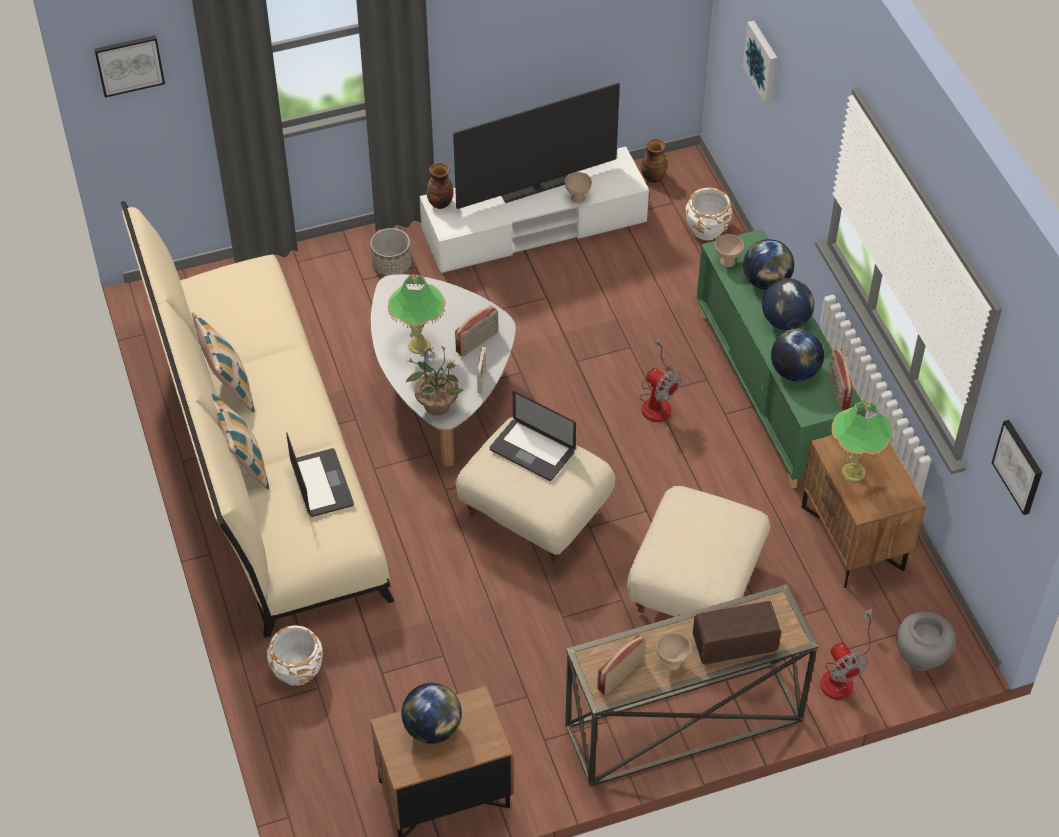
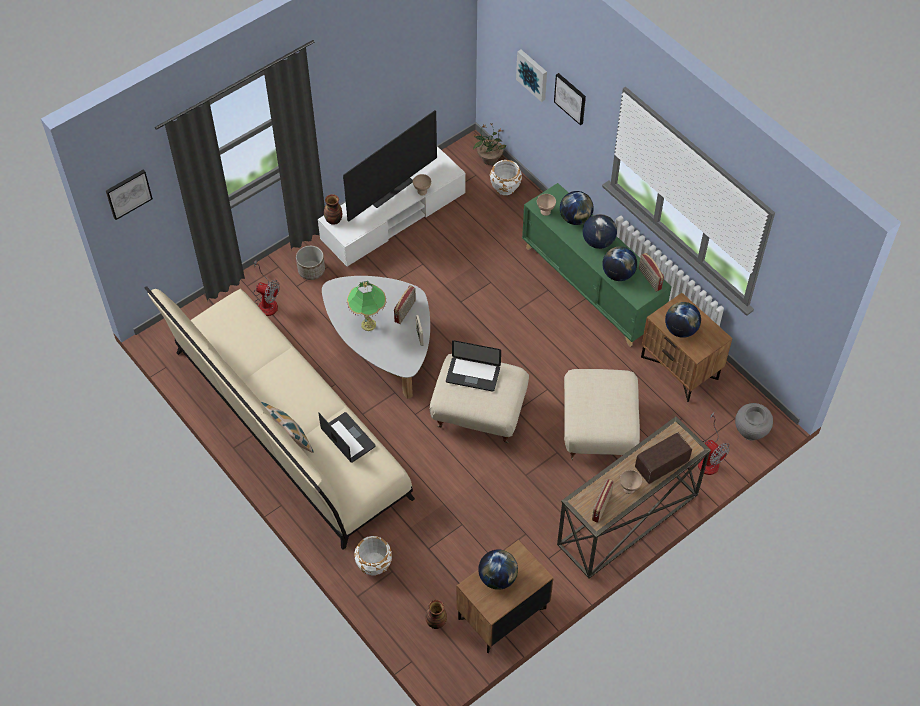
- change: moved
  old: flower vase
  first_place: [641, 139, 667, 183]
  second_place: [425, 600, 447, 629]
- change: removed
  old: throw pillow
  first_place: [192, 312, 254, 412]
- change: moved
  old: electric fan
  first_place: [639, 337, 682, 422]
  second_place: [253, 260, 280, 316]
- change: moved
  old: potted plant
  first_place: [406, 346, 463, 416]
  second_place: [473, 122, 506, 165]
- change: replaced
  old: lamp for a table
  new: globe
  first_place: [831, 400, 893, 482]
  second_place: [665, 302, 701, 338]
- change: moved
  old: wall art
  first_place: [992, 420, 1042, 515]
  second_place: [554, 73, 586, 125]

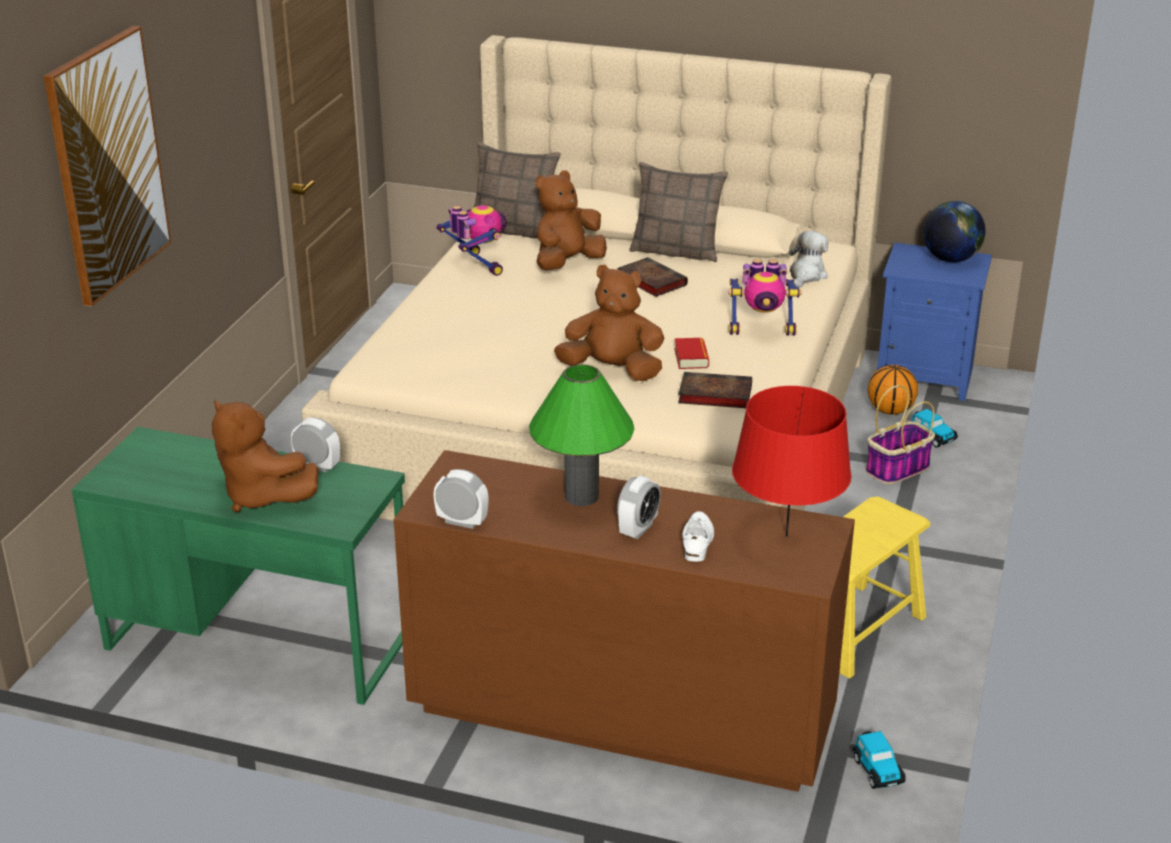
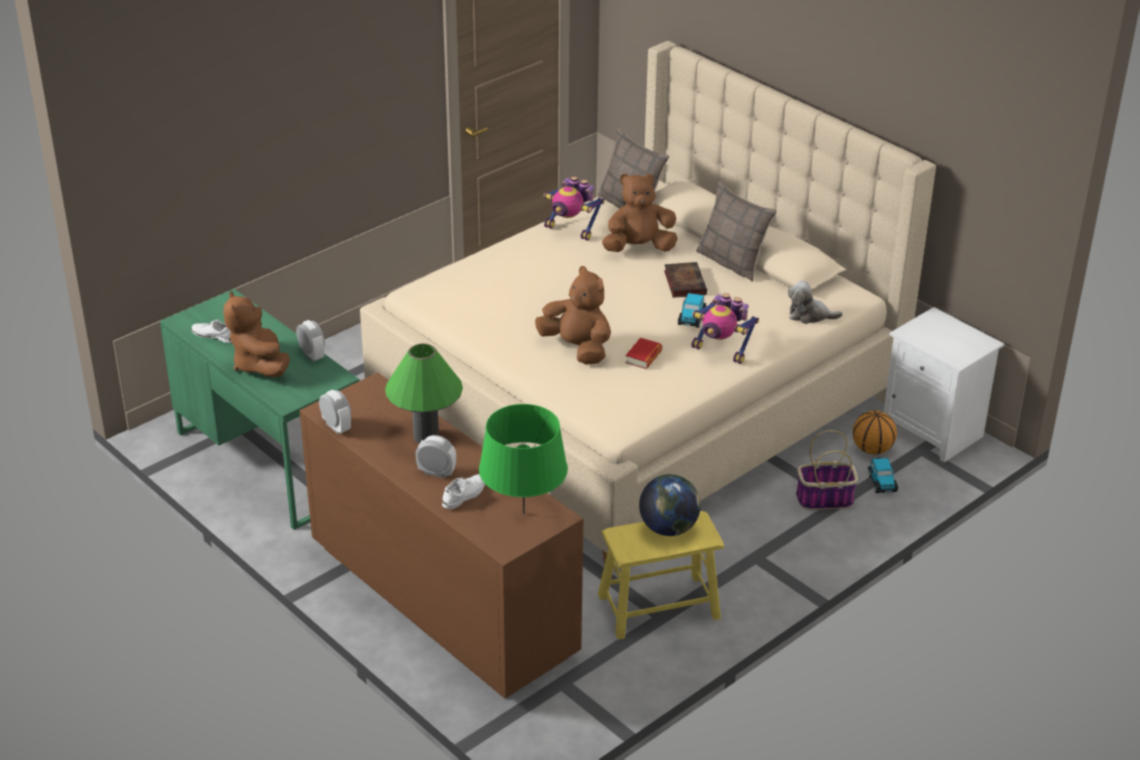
- change: removed
  old: wall art
  first_place: [44, 26, 171, 307]
- change: moved
  old: globe
  first_place: [923, 201, 985, 262]
  second_place: [639, 474, 701, 536]
- change: turned
  old: robot figure
  first_place: [437, 205, 507, 276]
  second_place: [544, 176, 605, 241]
  degrees: 120
- change: turned
  old: plush toy
  first_place: [789, 231, 828, 288]
  second_place: [788, 280, 843, 324]
  degrees: -135
- change: recoloured
  old: bedside table (blue)
  new: bedside table (whitish)
  first_place: [877, 243, 992, 401]
  second_place: [884, 307, 1004, 462]
- change: removed
  old: book
  first_place: [678, 372, 752, 408]
- change: recoloured
  old: lamp for a table (red-coloured)
  new: lamp for a table (greenish)
  first_place: [732, 386, 851, 538]
  second_place: [479, 404, 568, 514]
- change: turned
  old: bedside clock
  first_place: [617, 476, 661, 539]
  second_place: [416, 435, 456, 478]
  degrees: -135
- change: moved
  old: toy car
  first_place: [852, 731, 906, 789]
  second_place: [678, 293, 706, 328]
- change: added
  new: item of footwear (whitish)
  second_place: [191, 320, 232, 343]

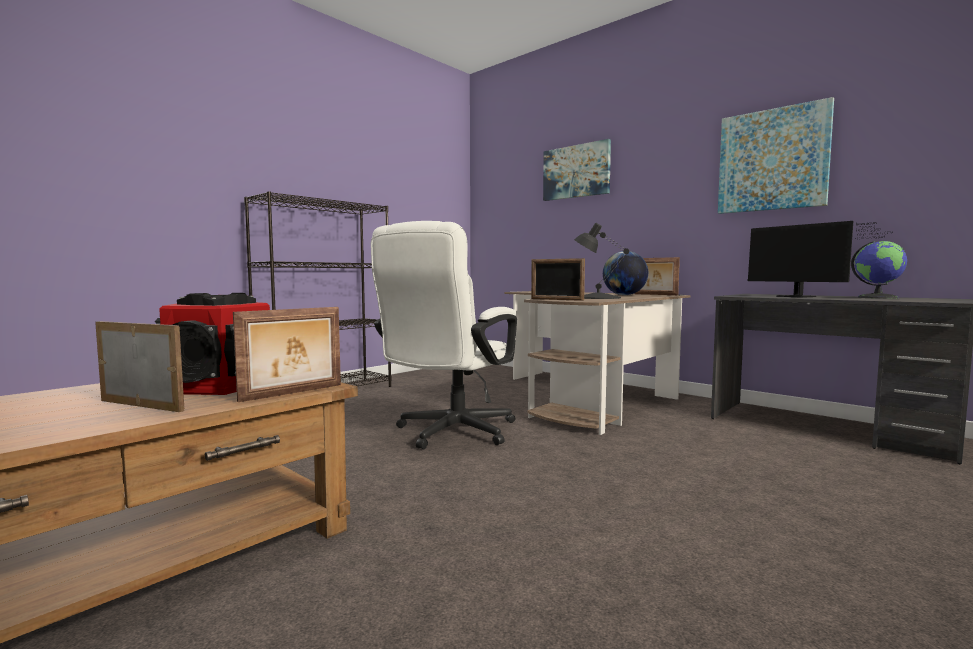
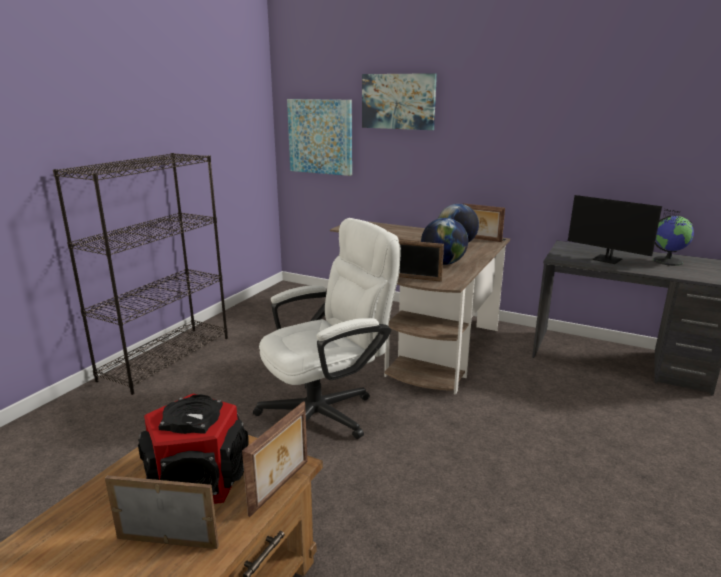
- change: moved
  old: wall art
  first_place: [718, 97, 834, 214]
  second_place: [287, 99, 352, 176]
- change: turned
  old: office chair (whitish)
  first_place: [371, 221, 517, 449]
  second_place: [253, 218, 401, 439]
  degrees: -135
- change: replaced
  old: lamp for a table (black)
  new: globe
  first_place: [574, 223, 629, 299]
  second_place: [421, 218, 468, 265]

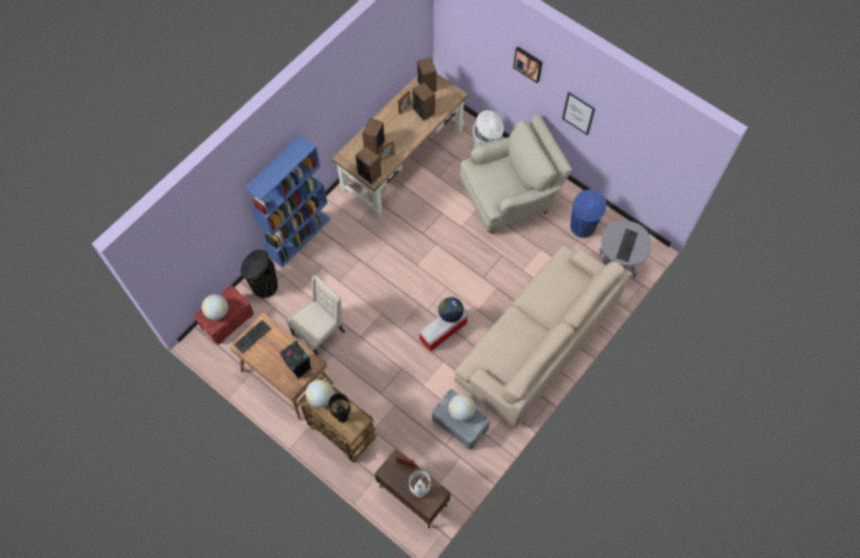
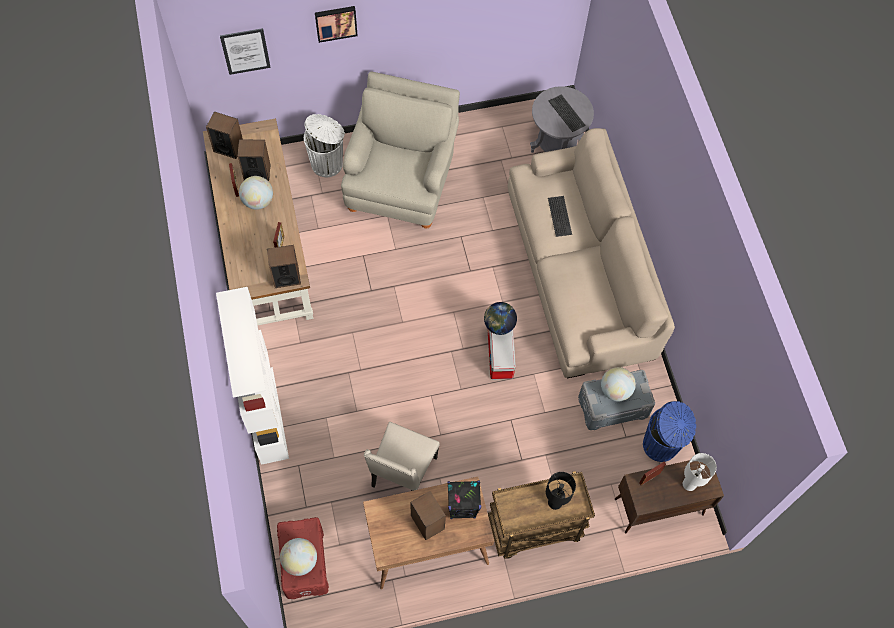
- change: moved
  old: wall art
  first_place: [562, 91, 596, 135]
  second_place: [220, 28, 271, 75]
- change: moved
  old: loudspeaker
  first_place: [362, 118, 385, 155]
  second_place: [410, 491, 446, 540]
- change: recoloured
  old: bookcase (blue)
  new: bookcase (whitish)
  first_place: [244, 135, 331, 268]
  second_place: [216, 287, 289, 465]
- change: moved
  old: trash can (blue)
  first_place: [570, 189, 607, 238]
  second_place: [643, 401, 696, 462]
- change: removed
  old: trash can (black)
  first_place: [241, 249, 278, 298]
- change: turned
  old: upright chair (beige-coloured)
  first_place: [286, 275, 345, 356]
  second_place: [364, 422, 440, 491]
  degrees: -150
- change: moved
  old: computer keyboard
  first_place: [234, 320, 271, 354]
  second_place: [548, 196, 572, 237]
- change: moved
  old: globe
  first_place: [306, 379, 334, 408]
  second_place: [239, 176, 273, 210]

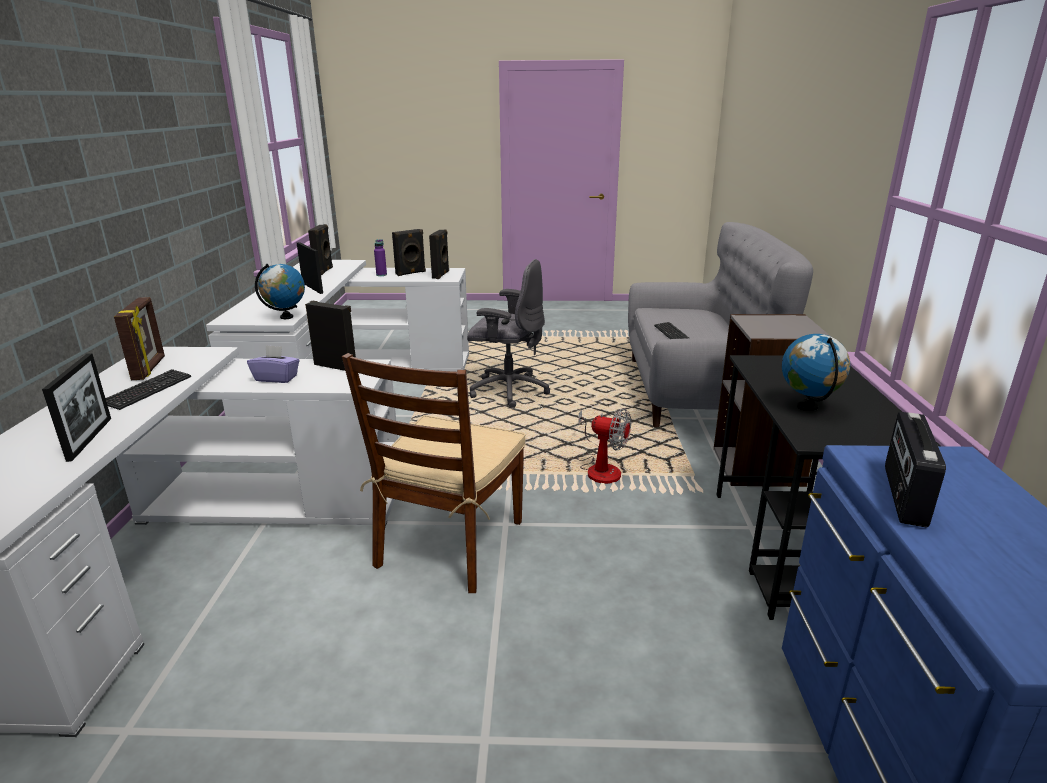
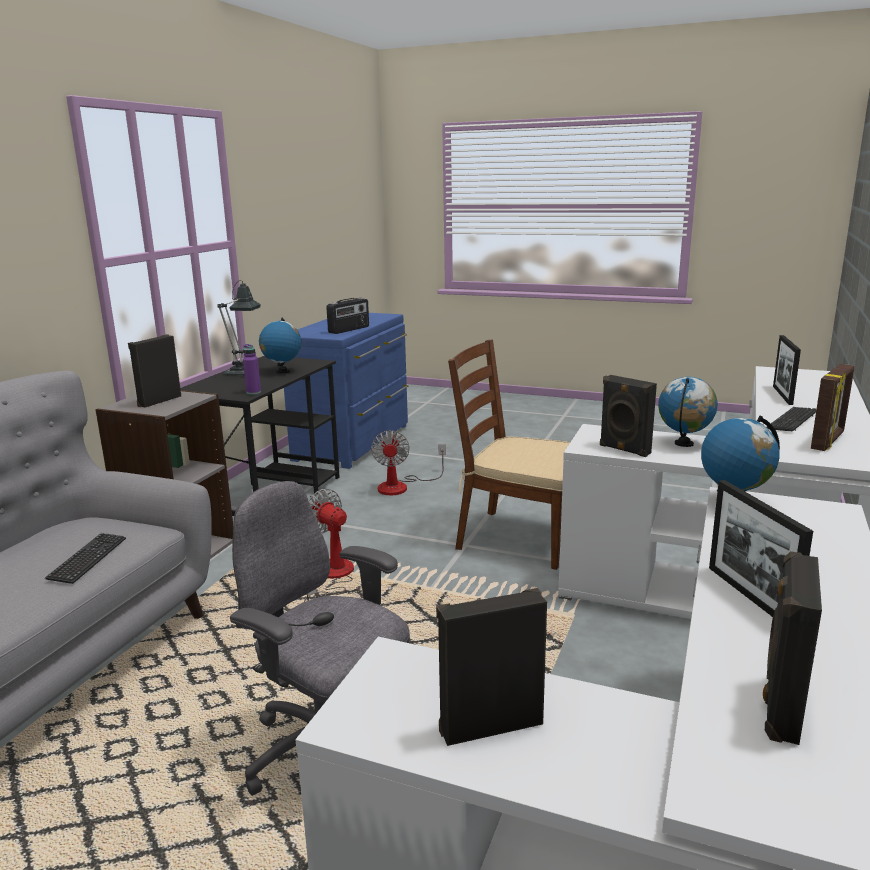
- change: moved
  old: loudspeaker (black)
  first_place: [429, 229, 449, 279]
  second_place: [128, 334, 181, 407]
- change: moved
  old: beverage bottle (purplish)
  first_place: [374, 239, 387, 276]
  second_place: [243, 344, 261, 395]
- change: turned
  old: photo frame
  first_place: [114, 297, 165, 380]
  second_place: [811, 364, 854, 451]
  degrees: -150
- change: replaced
  old: tissue box (purplish)
  new: globe
  first_place: [247, 345, 300, 383]
  second_place: [658, 377, 718, 447]
- change: turned
  old: upright chair (brown-coloured)
  first_place: [342, 353, 526, 593]
  second_place: [448, 340, 570, 570]
  degrees: -105
- change: added
  new: lamp for a table
  second_place: [217, 280, 261, 376]
- change: added
  new: electric fan
  second_place: [371, 430, 446, 495]

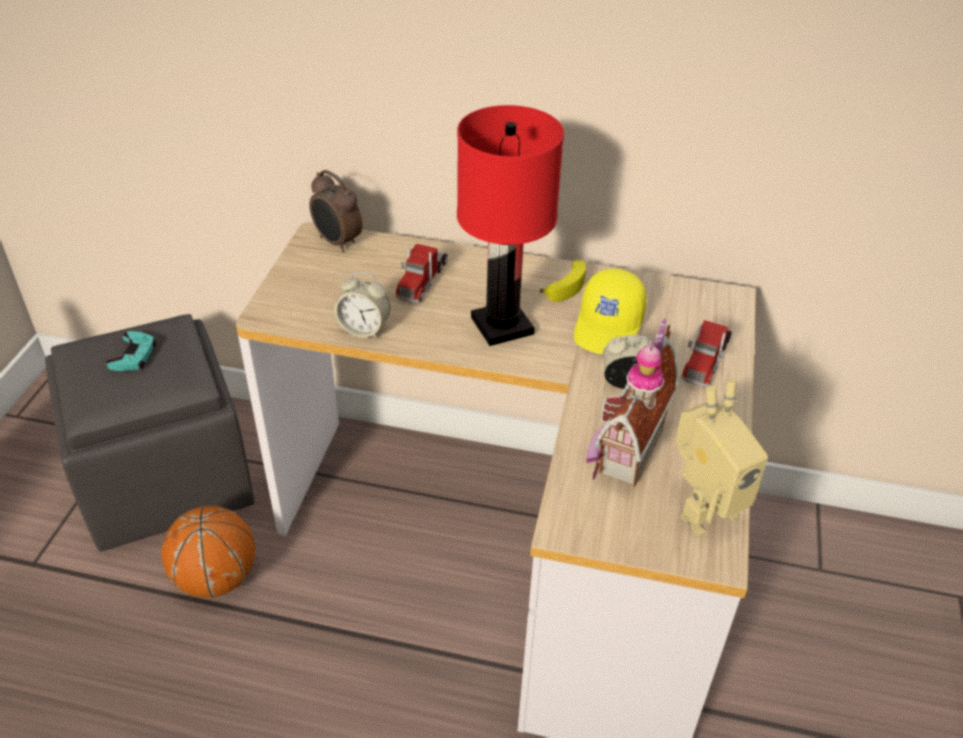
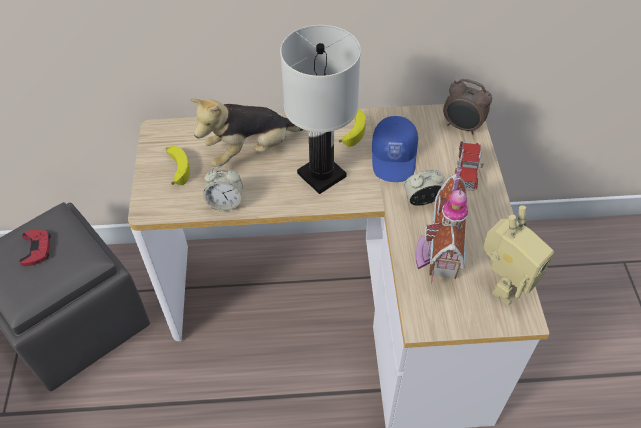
- change: recoloured
  old: lamp for a table (red-coloured)
  new: lamp for a table (whitish)
  first_place: [457, 105, 564, 346]
  second_place: [280, 25, 361, 194]
- change: moved
  old: bedside clock
  first_place: [309, 170, 362, 252]
  second_place: [443, 79, 492, 135]
- change: replaced
  old: toy truck
  new: plush toy
  first_place: [396, 244, 448, 303]
  second_place: [190, 99, 304, 168]
- change: recoloured
  old: cap (yellow-coloured)
  new: cap (blue)
  first_place: [574, 269, 647, 354]
  second_place: [372, 116, 418, 182]
- change: recoloured
  old: game controller (blue-green)
  new: game controller (red-coloured)
  first_place: [106, 331, 156, 371]
  second_place: [19, 230, 51, 266]
- change: removed
  old: basketball
  first_place: [161, 506, 256, 598]
- change: added
  new: whole banana
  second_place: [165, 146, 190, 185]

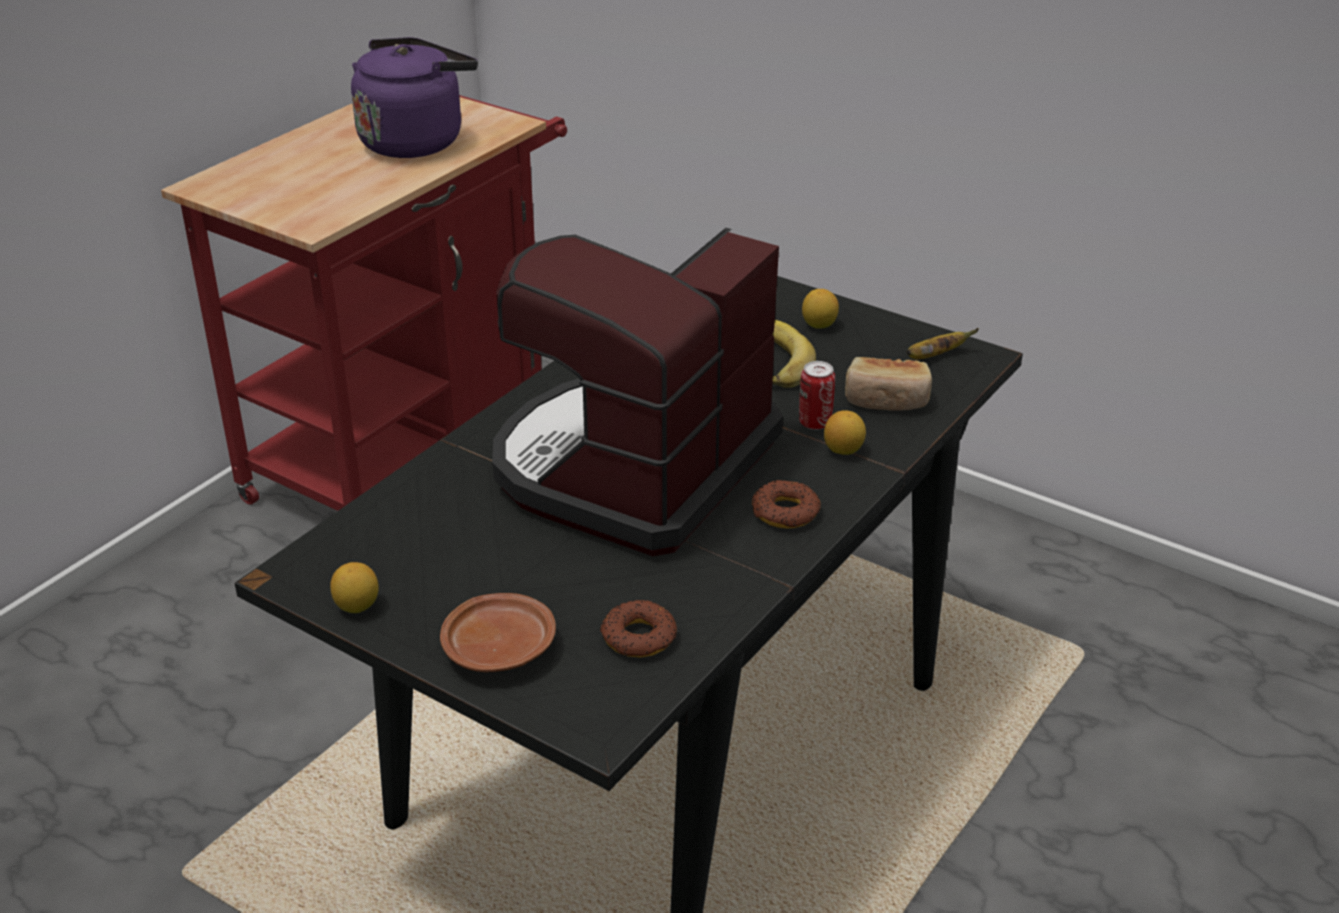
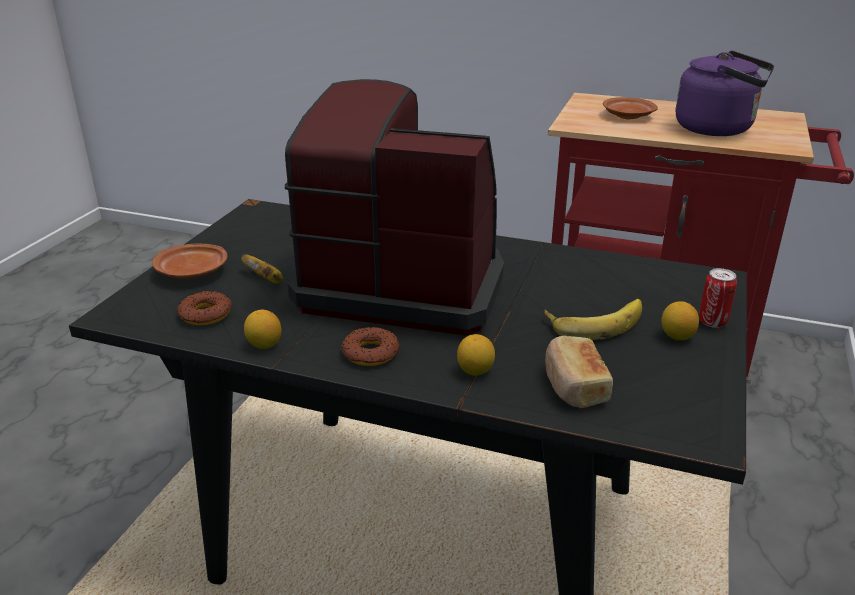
- change: moved
  old: whole banana
  first_place: [907, 328, 979, 359]
  second_place: [241, 254, 283, 284]
- change: moved
  old: metal can
  first_place: [799, 361, 835, 430]
  second_place: [699, 268, 737, 328]
- change: moved
  old: citrus fruit
  first_place: [330, 562, 379, 613]
  second_place: [244, 310, 281, 349]
- change: added
  new: dinner plate (brown-coloured)
  second_place: [603, 97, 658, 119]

